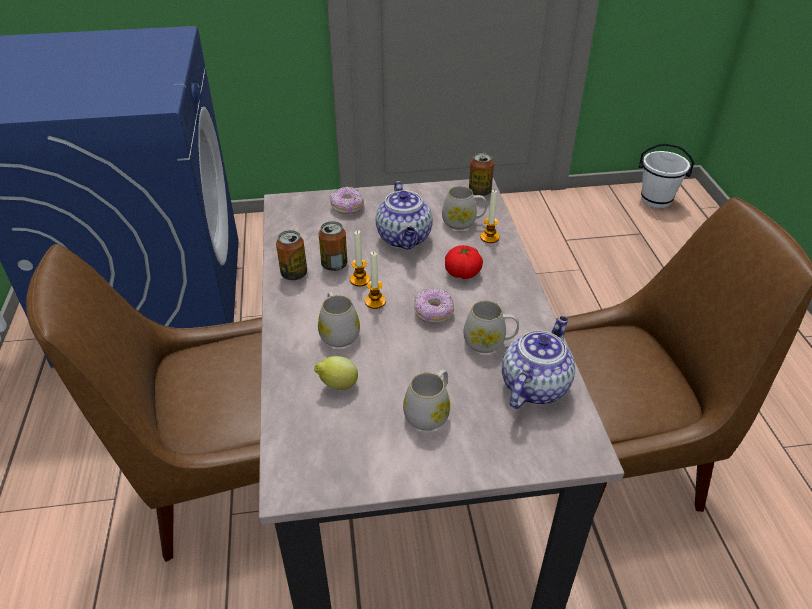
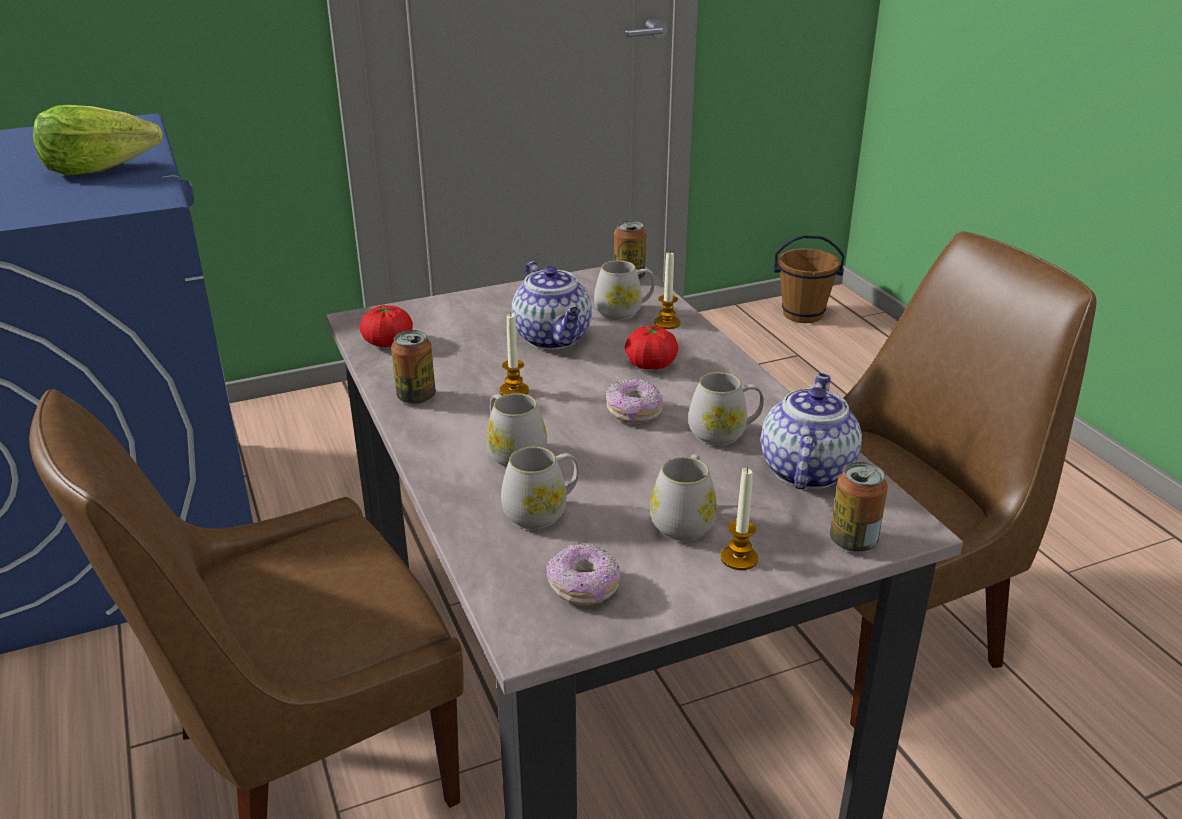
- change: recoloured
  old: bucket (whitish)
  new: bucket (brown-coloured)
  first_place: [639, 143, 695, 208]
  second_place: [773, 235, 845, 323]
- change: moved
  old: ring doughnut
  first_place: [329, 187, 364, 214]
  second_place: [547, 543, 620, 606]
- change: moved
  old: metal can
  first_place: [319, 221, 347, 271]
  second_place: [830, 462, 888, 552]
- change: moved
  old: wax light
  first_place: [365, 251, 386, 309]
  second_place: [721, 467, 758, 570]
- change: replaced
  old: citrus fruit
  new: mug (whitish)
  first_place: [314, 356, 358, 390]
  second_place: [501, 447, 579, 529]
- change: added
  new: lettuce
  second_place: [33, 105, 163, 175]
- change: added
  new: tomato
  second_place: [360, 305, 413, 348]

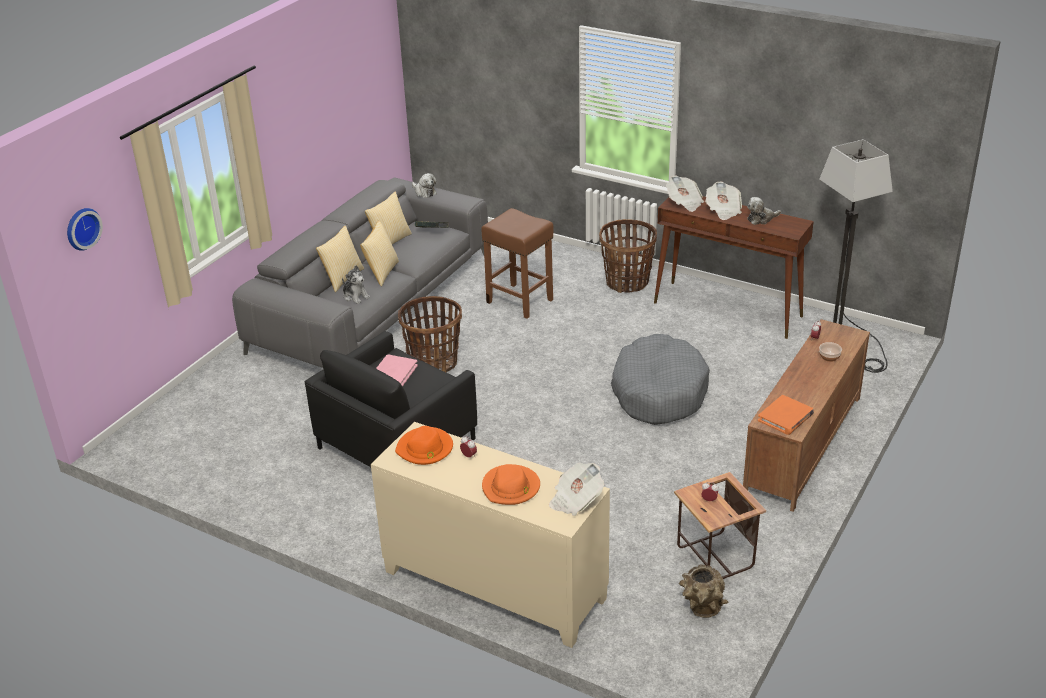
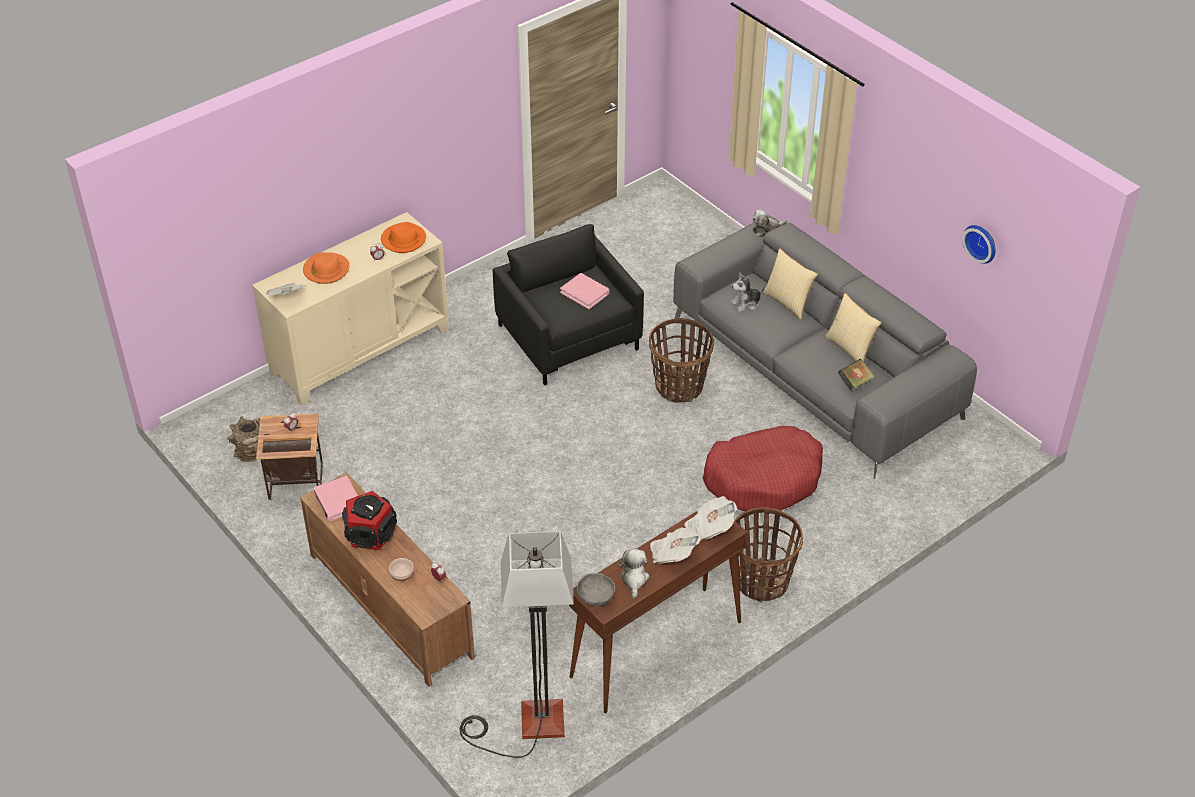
- change: moved
  old: plush toy
  first_place: [412, 173, 437, 198]
  second_place: [752, 209, 787, 237]
- change: moved
  old: wall clock
  first_place: [67, 208, 103, 251]
  second_place: [962, 225, 996, 264]
- change: replaced
  old: stool seat (brown-coloured)
  new: dog cushion (red-coloured)
  first_place: [481, 208, 553, 319]
  second_place: [703, 426, 823, 511]
- change: removed
  old: throw pillow
  first_place: [360, 220, 399, 287]
- change: removed
  old: dog cushion (gray)
  first_place: [611, 334, 710, 425]
- change: recoloured
  old: book (orange)
  new: book (pink)
  first_place: [758, 395, 814, 435]
  second_place: [313, 476, 358, 521]
- change: added
  new: loudspeaker
  second_place: [342, 491, 397, 550]
- change: added
  new: serving bowl (gray)
  second_place: [577, 573, 615, 606]

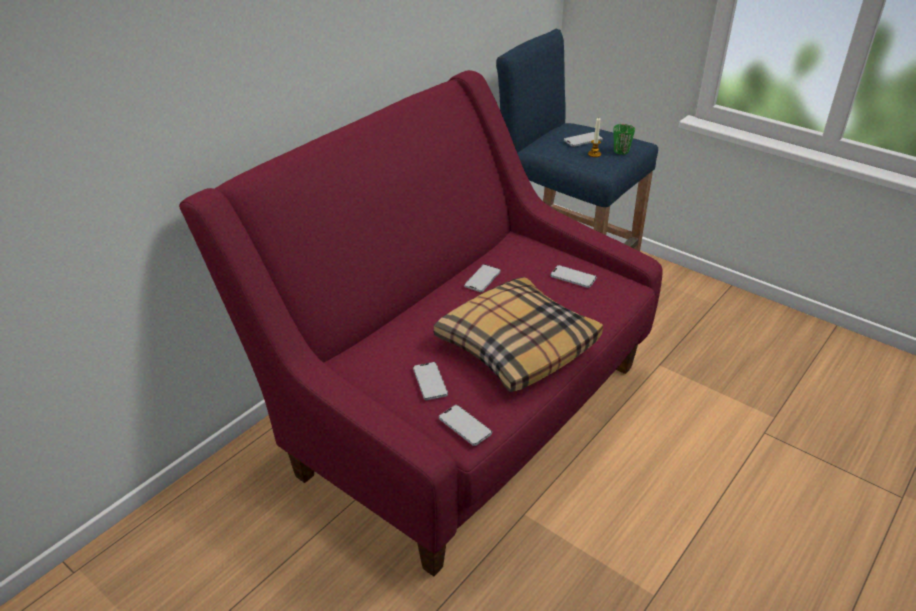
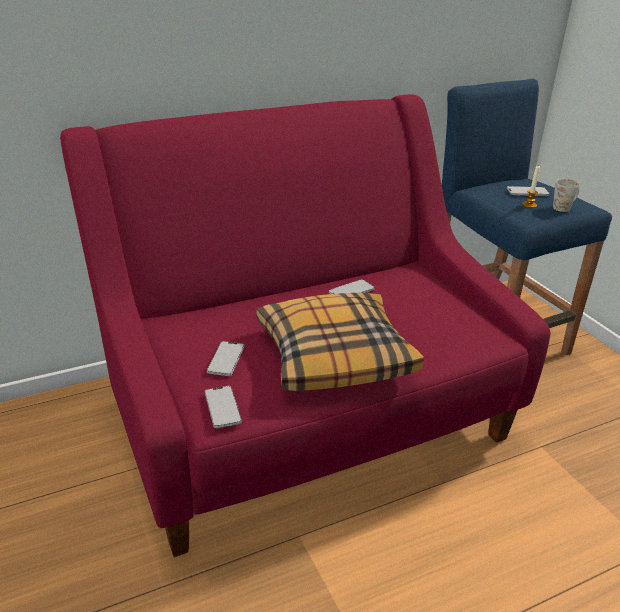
- change: recoloured
  old: mug (greenish)
  new: mug (whitish)
  first_place: [614, 124, 635, 155]
  second_place: [553, 179, 580, 212]
- change: removed
  old: telephone
  first_place: [550, 265, 596, 288]

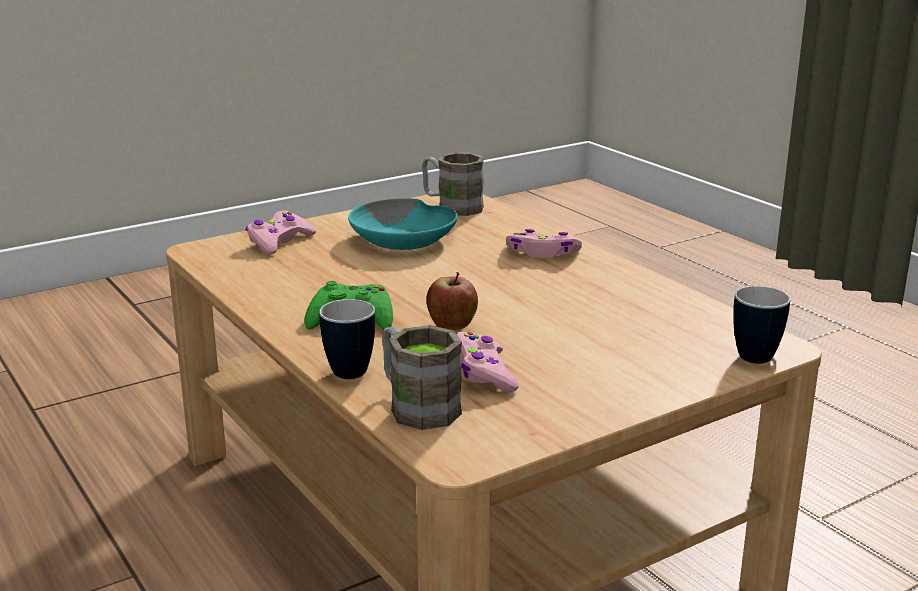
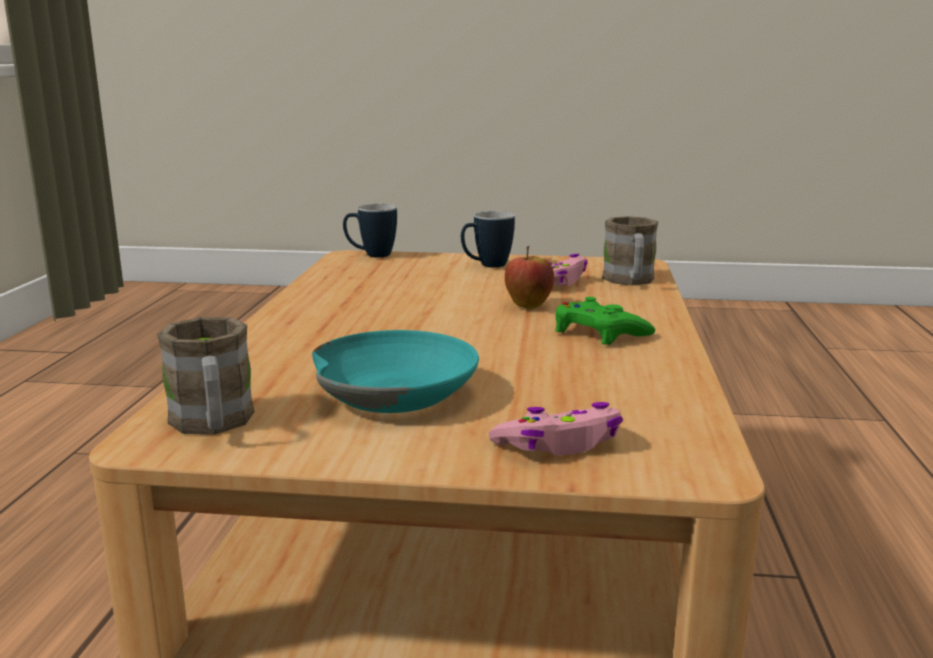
- change: removed
  old: game controller (pink)
  first_place: [506, 229, 582, 258]
- change: moved
  old: mug
  first_place: [319, 299, 375, 379]
  second_place: [461, 211, 515, 268]

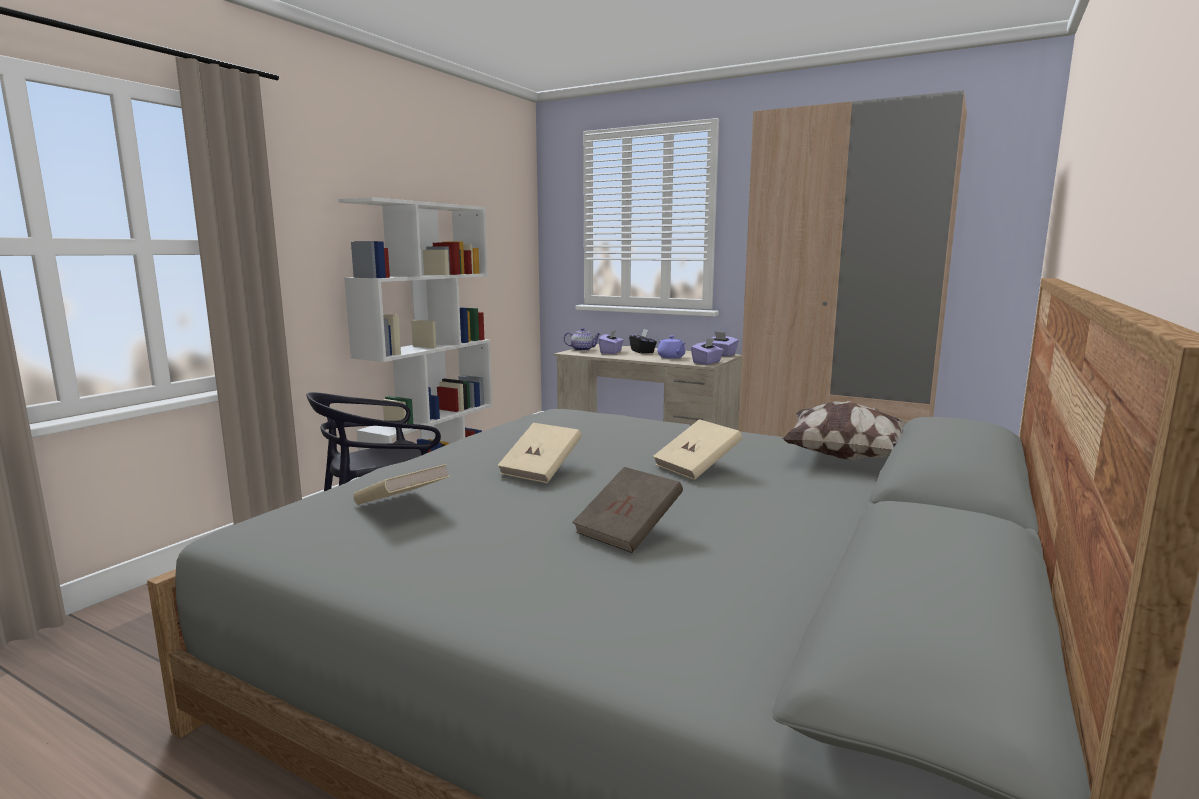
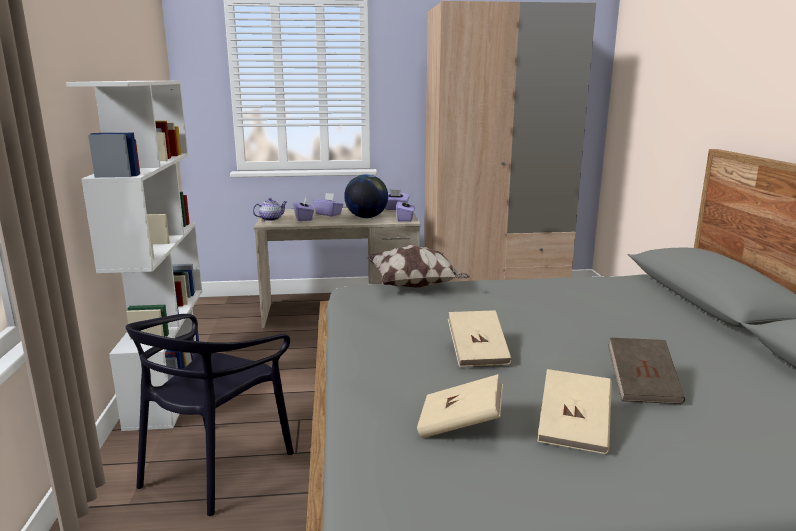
- change: recoloured
  old: tissue box (black)
  new: tissue box (purplish)
  first_place: [629, 329, 657, 354]
  second_place: [313, 193, 344, 216]
- change: replaced
  old: pot for tea (purplish)
  new: globe
  first_place: [657, 336, 686, 359]
  second_place: [344, 174, 388, 218]
- change: moved
  old: throw pillow
  first_place: [782, 401, 907, 461]
  second_place: [367, 245, 470, 288]
- change: moved
  old: book (beige-coloured)
  first_place: [653, 419, 742, 480]
  second_place: [537, 369, 612, 454]

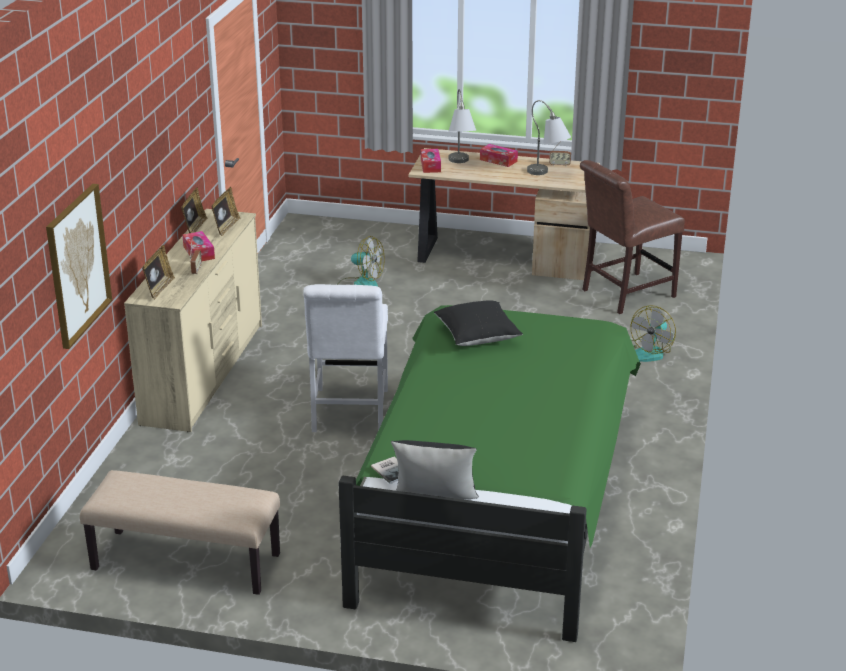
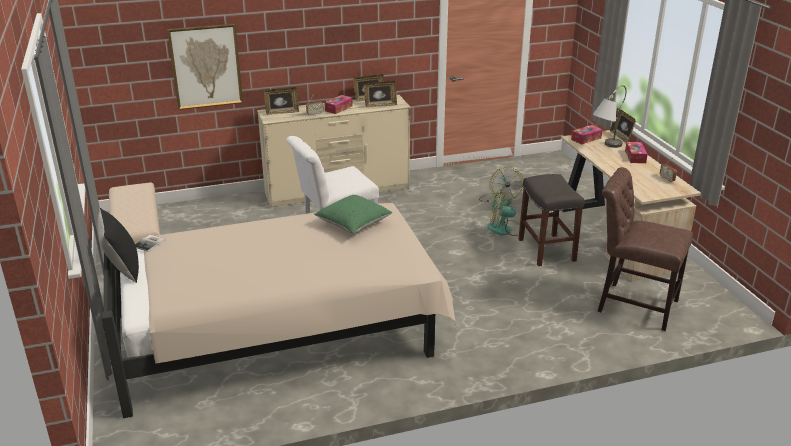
- change: removed
  old: lamp for a table (gray)
  first_place: [527, 100, 571, 175]
- change: recoloured
  old: throw pillow (black)
  new: throw pillow (greenish)
  first_place: [434, 300, 523, 346]
  second_place: [314, 195, 393, 234]
- change: recoloured
  old: bedroom bed (greenish)
  new: bedroom bed (beige-coloured)
  first_place: [339, 305, 641, 642]
  second_place: [102, 203, 457, 418]
- change: moved
  old: electric fan
  first_place: [631, 305, 676, 362]
  second_place: [487, 192, 520, 236]
- change: added
  new: photo frame
  second_place: [610, 108, 636, 142]
- change: added
  new: stool seat (gray)
  second_place: [518, 174, 584, 266]

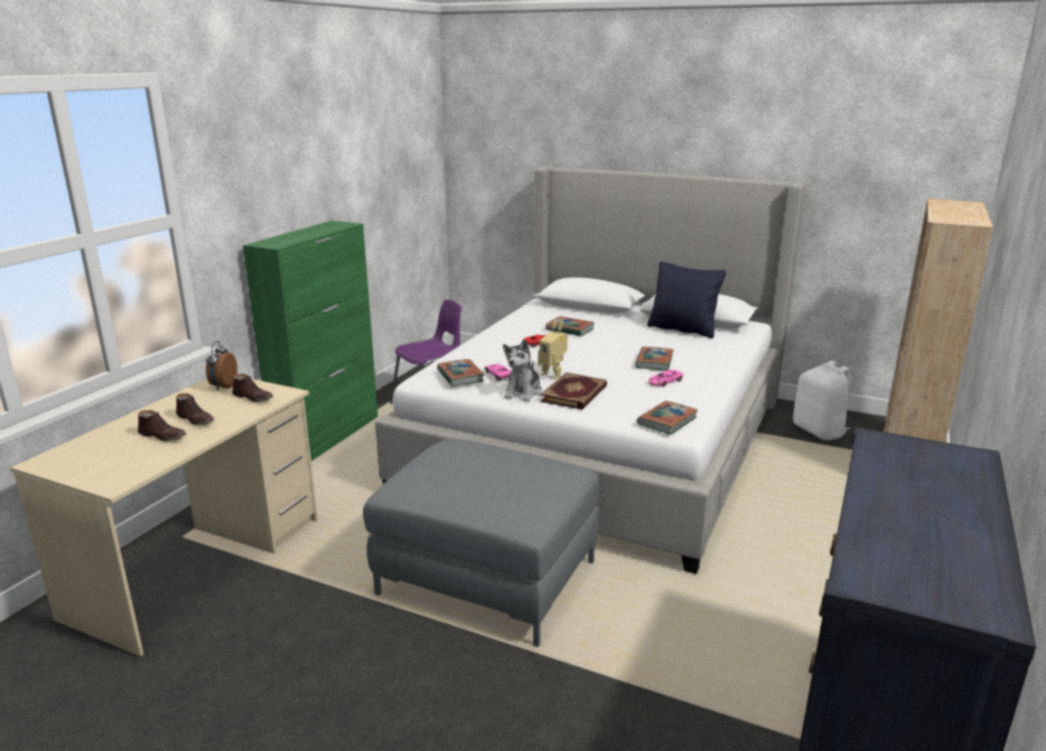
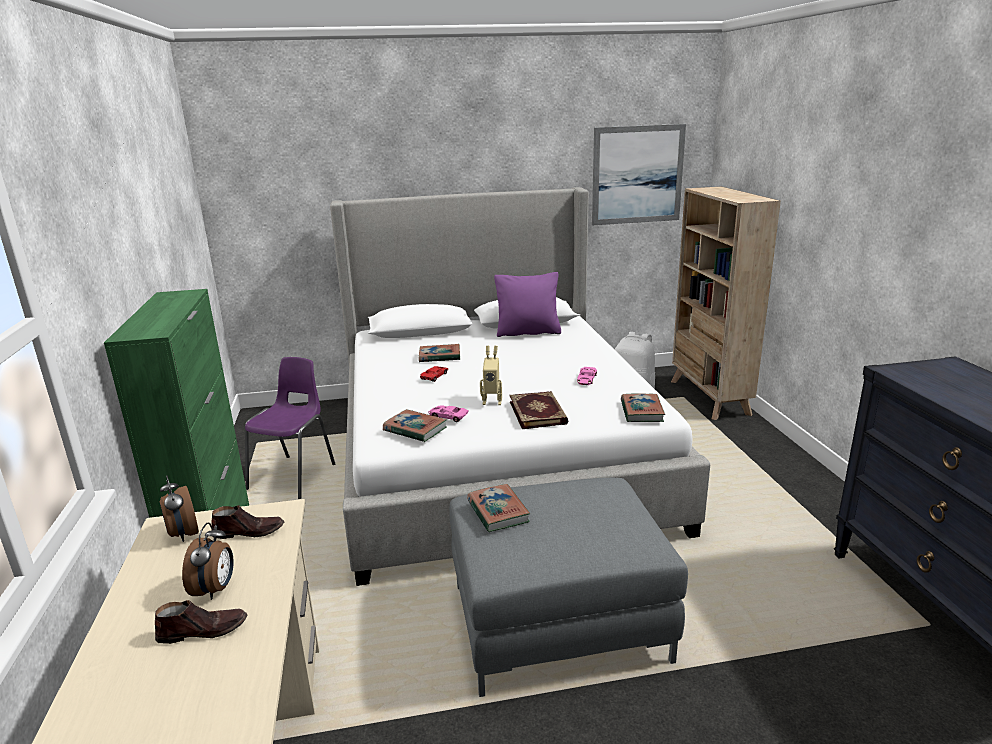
- change: recoloured
  old: throw pillow (black)
  new: throw pillow (purplish)
  first_place: [647, 262, 726, 338]
  second_place: [494, 272, 561, 337]
- change: removed
  old: plush toy
  first_place: [503, 339, 542, 402]
- change: moved
  old: book
  first_place: [635, 347, 674, 371]
  second_place: [467, 484, 530, 532]
- change: replaced
  old: item of footwear (brown-coloured)
  new: bedside clock
  first_place: [176, 393, 214, 425]
  second_place: [182, 522, 234, 600]
- change: added
  new: wall art
  second_place: [592, 124, 686, 225]

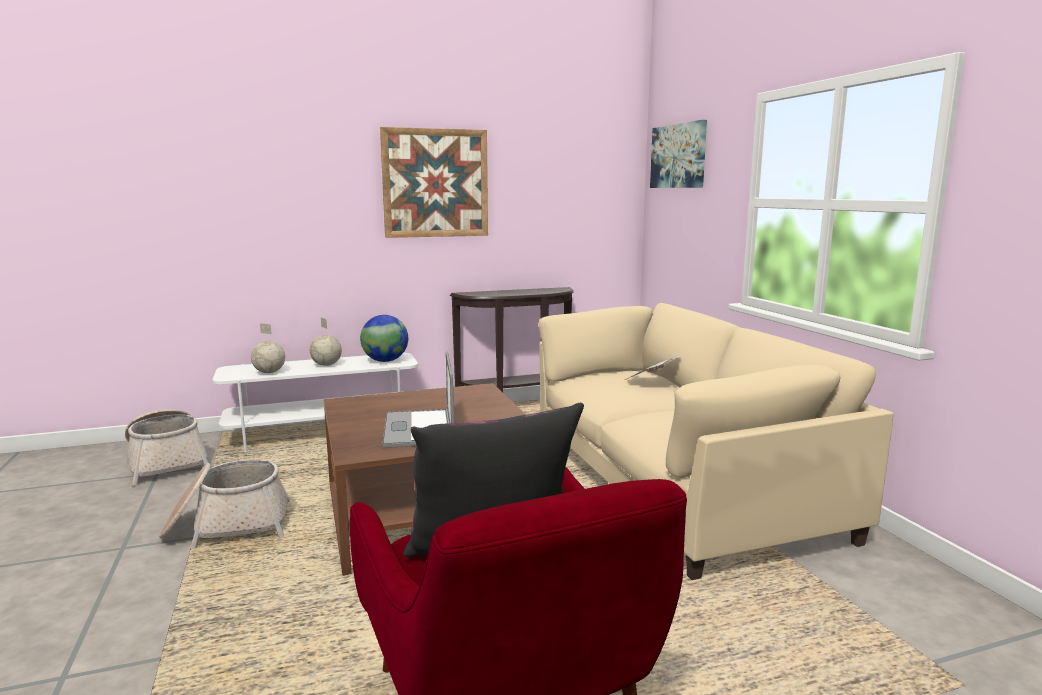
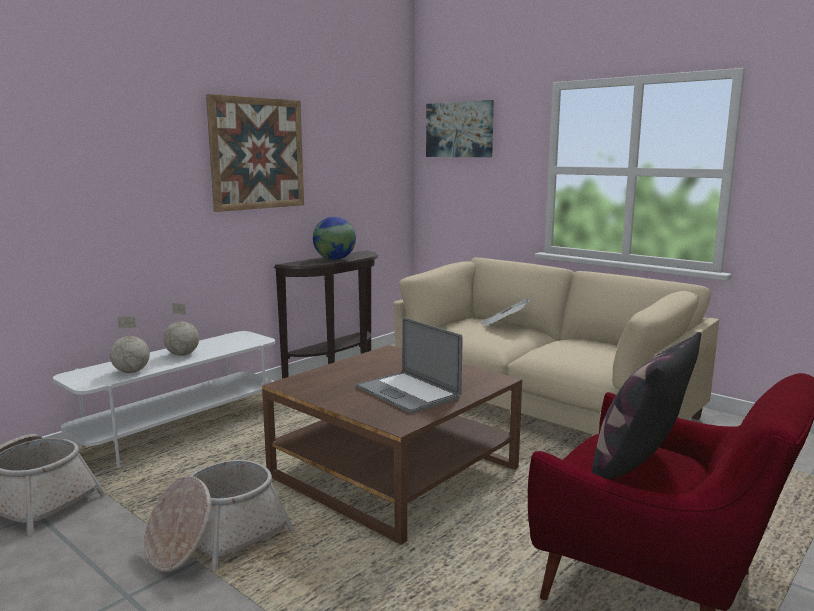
- change: moved
  old: globe
  first_place: [360, 315, 408, 362]
  second_place: [313, 217, 356, 260]

